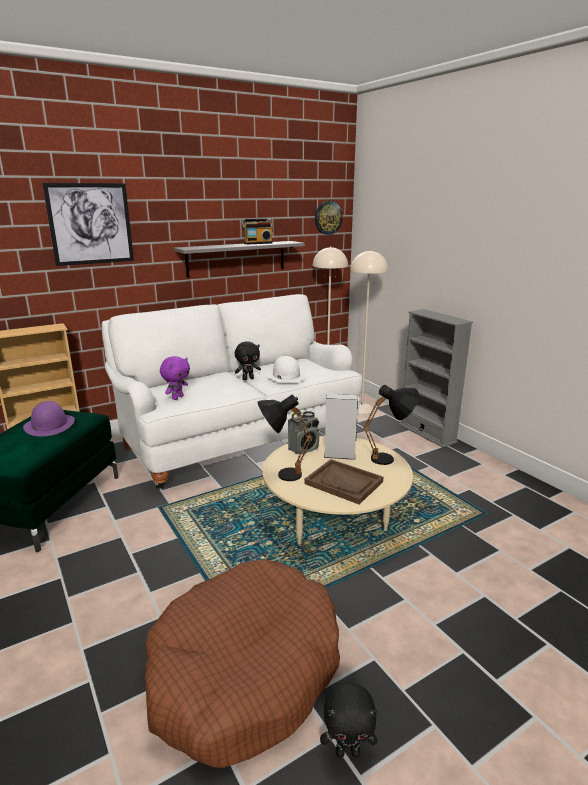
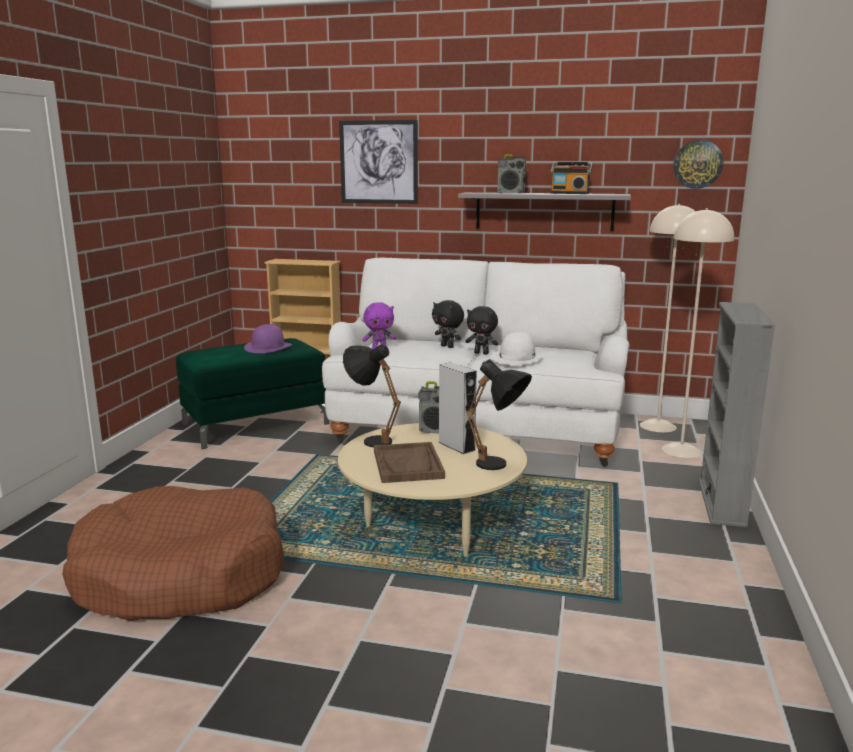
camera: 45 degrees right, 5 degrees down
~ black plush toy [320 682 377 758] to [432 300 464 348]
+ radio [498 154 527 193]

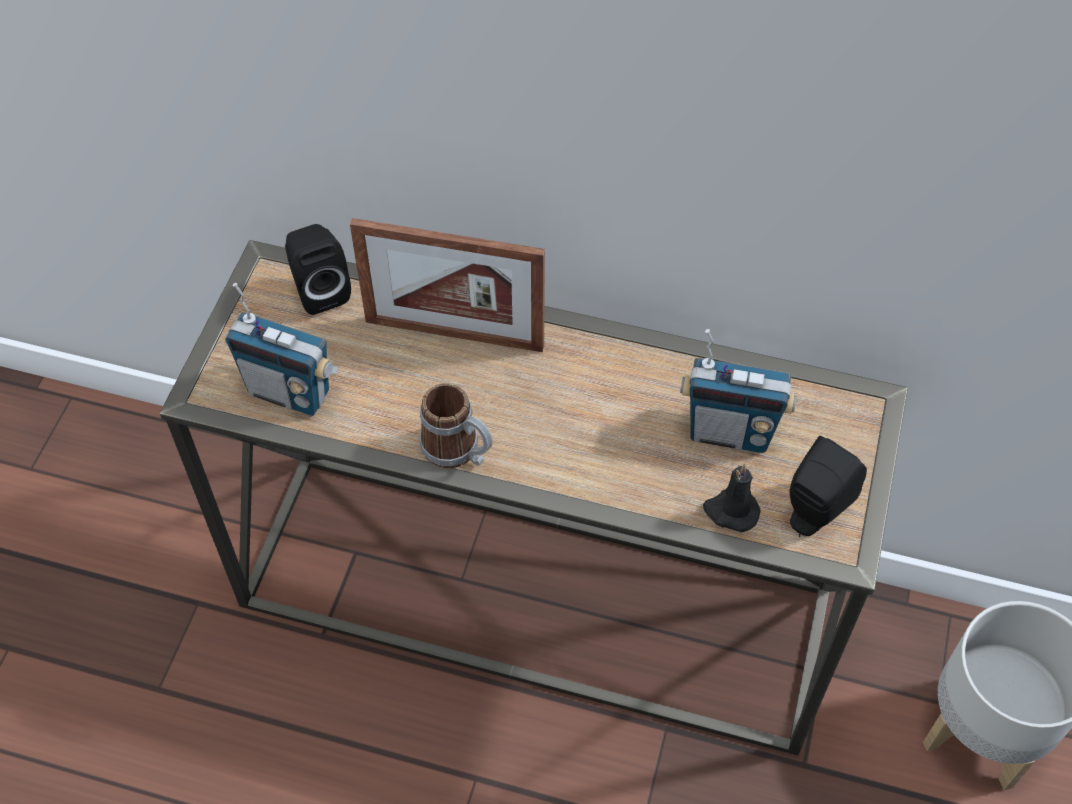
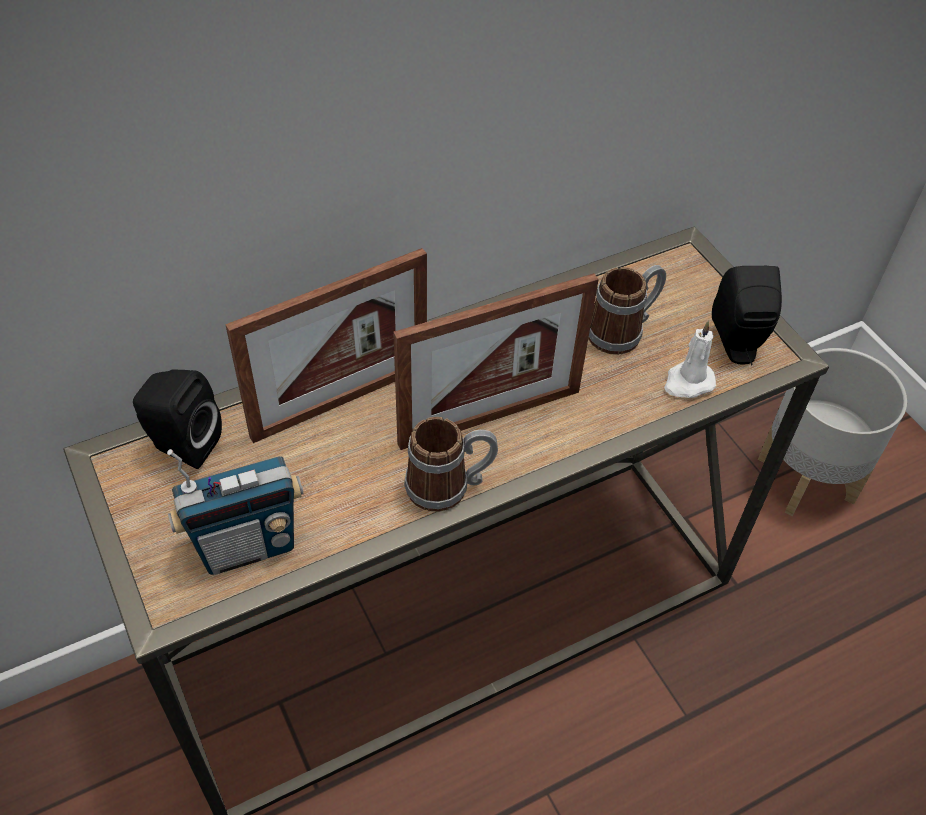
camera: 45 degrees left, 5 degrees down
+ picture frame [393 273 599 450]
~ radio [680 329 797 453] to mug [588 265 666 355]
~ black candle [703 464 760 532] to white candle [664 321 716 398]

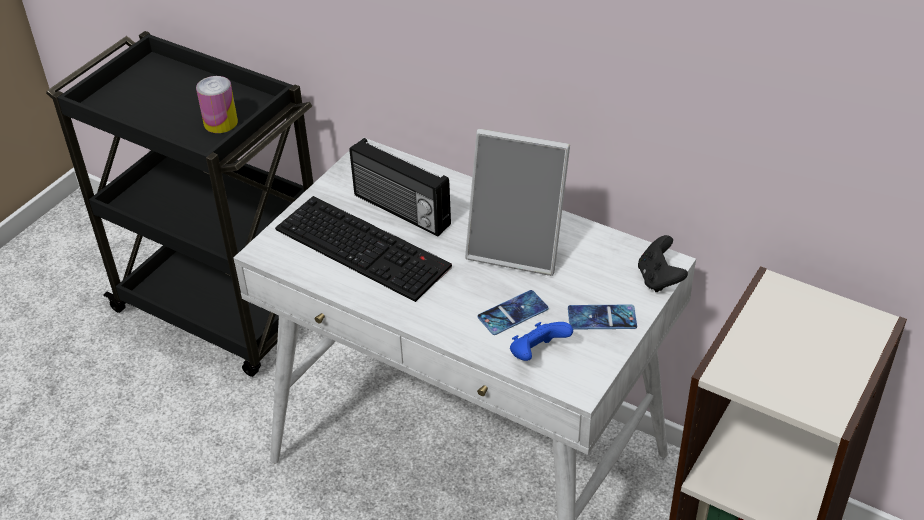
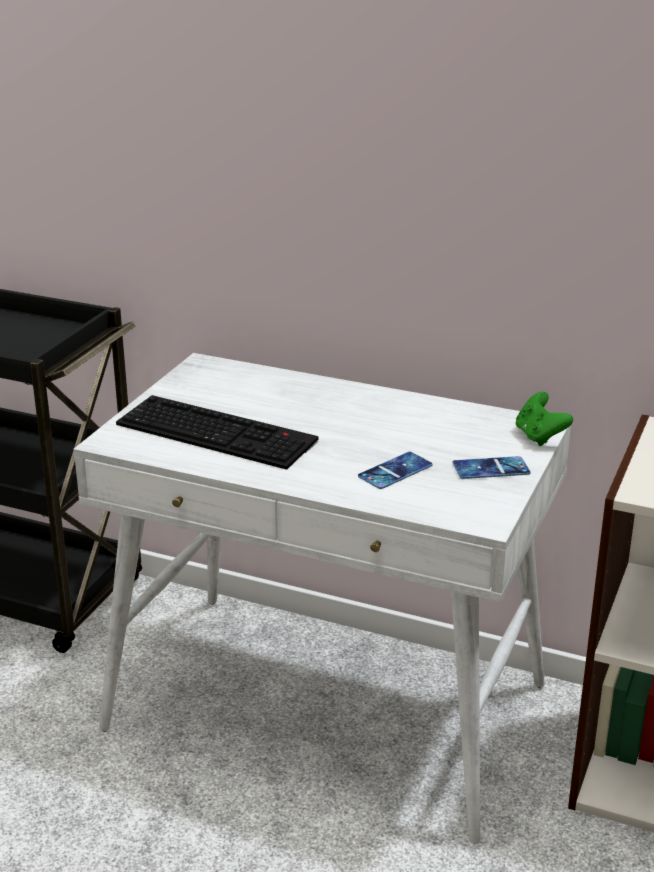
camera: 10 degrees left, 15 degrees down
~ black game controller [638 235 688 292] to green game controller [516 392 573 446]
- can [196 76 238 133]
- radio [349 138 451 237]
- picture frame [465 129 570 276]
- blue game controller [510 322 573 361]

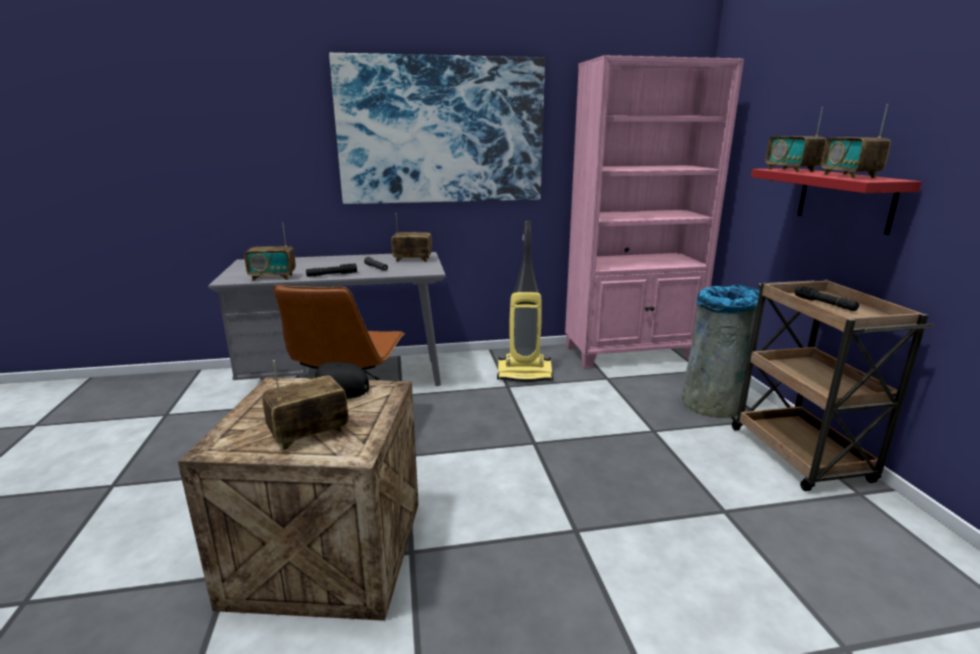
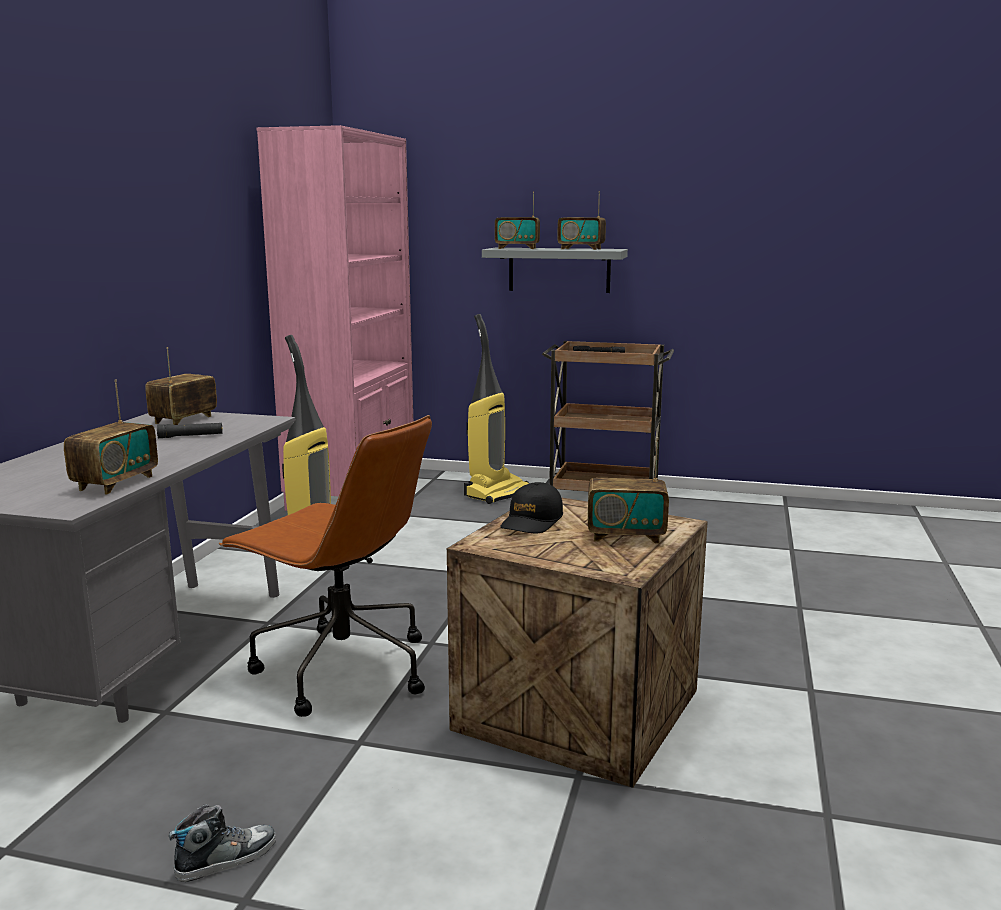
camera: 65 degrees left, 5 degrees down
+ shoe [169 804 276 882]
~ grey trash can [682 285 760 418] to vacuum cleaner [464 314 530 504]
~ red shelf [751 168 922 235] to grey shelf [482 248 628 293]
~ radio [262 360 349 450] = [588 438 669 544] 75 degrees counterclockwise
- black flashlight [306 263 357 277]
- picture [329 53 545 204]

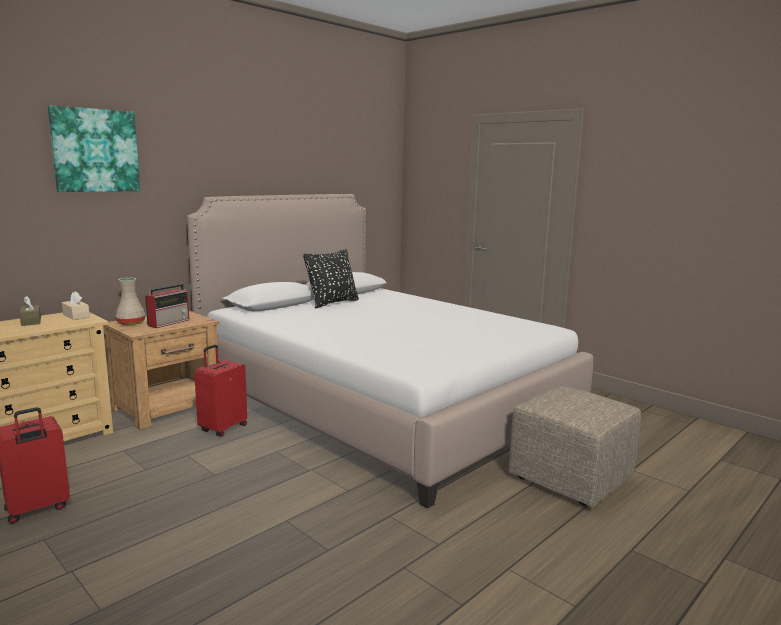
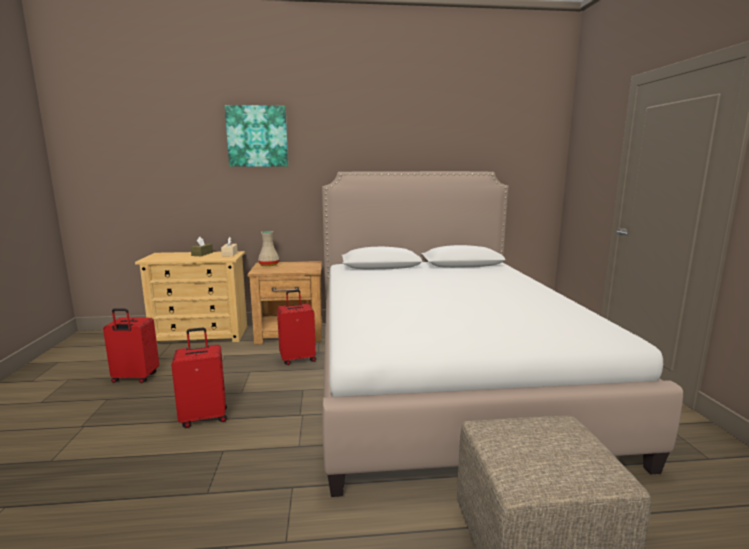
camera: 40 degrees right, 0 degrees up
+ red suitcase [171 328 227 428]
- radio [145 284 189 328]
- black pillow [303 249 359 308]

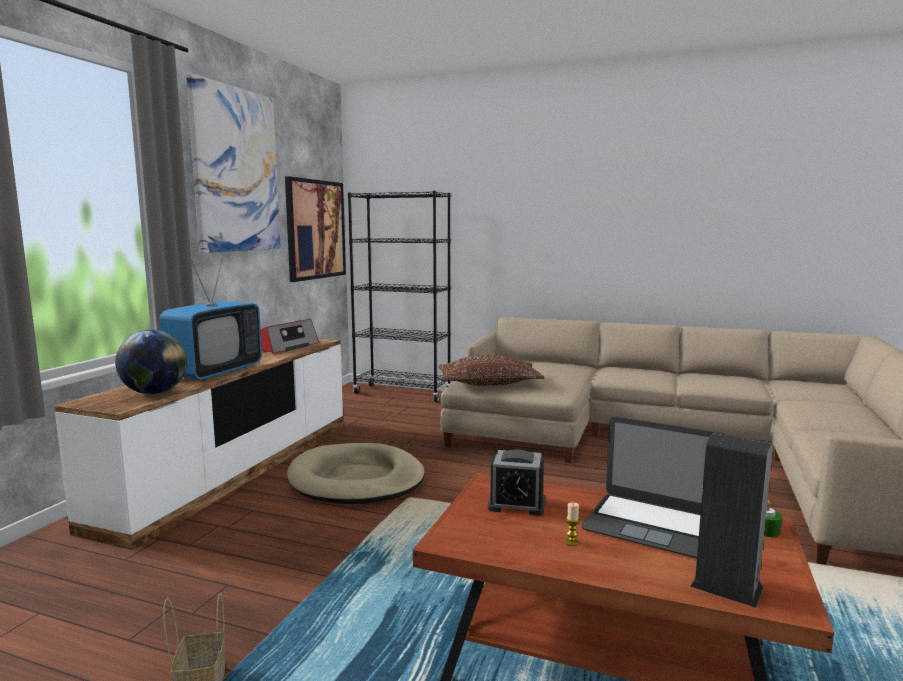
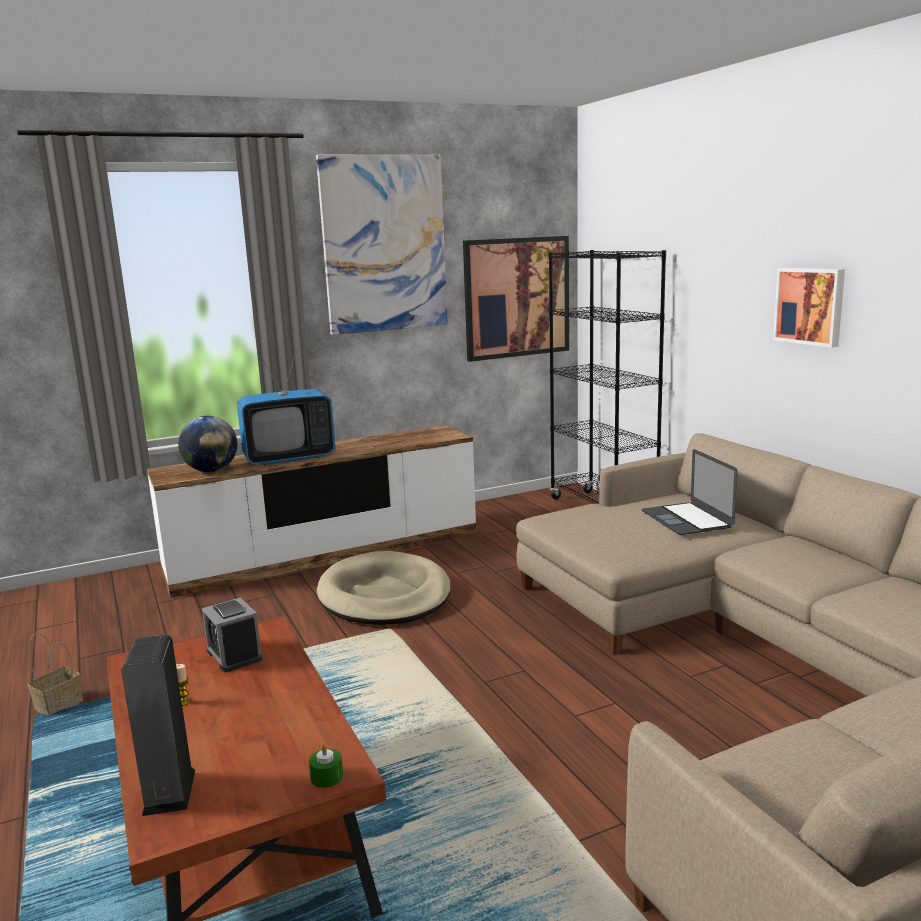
camera: 45 degrees right, 5 degrees up
~ laptop [581 417 724 558] to [641 449 737 535]
+ picture [773 268 845 348]
- radio [261 319 319 353]
- brown pillow [438 355 545 386]

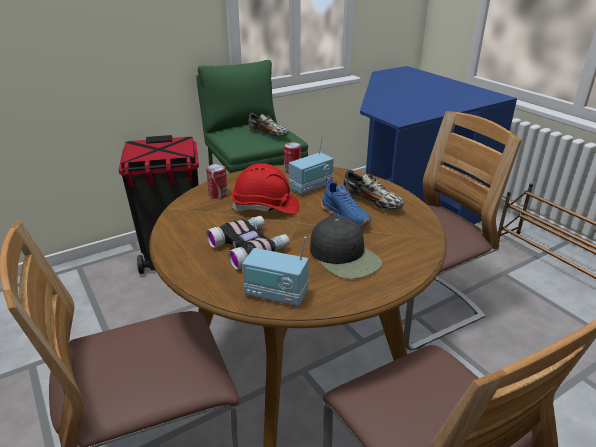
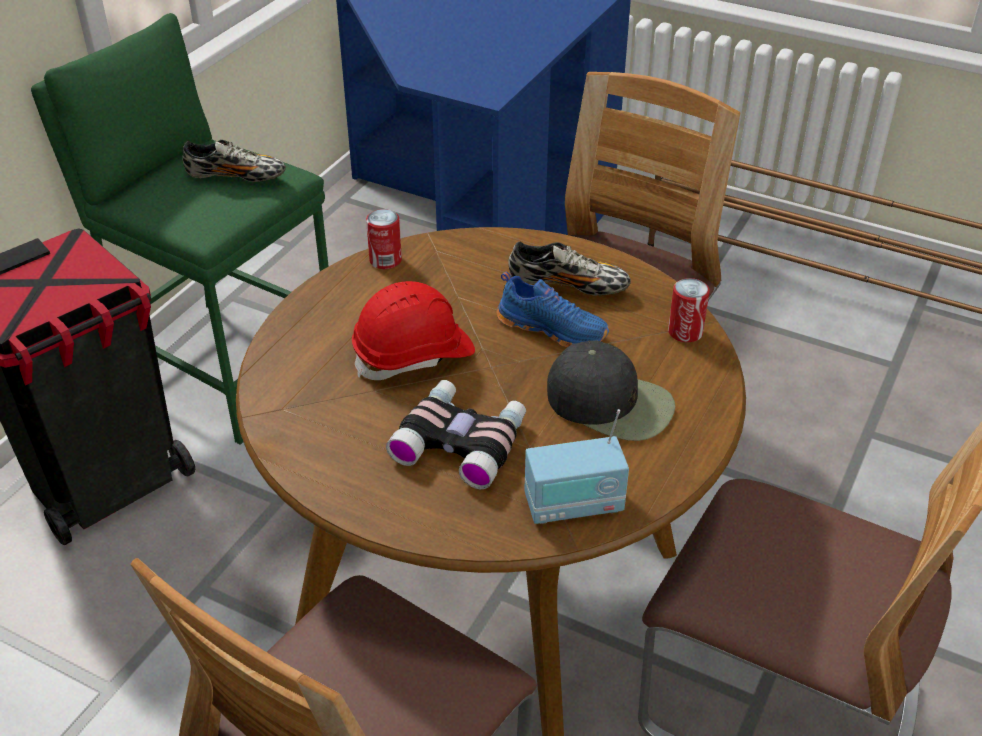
camera: 30 degrees left, 10 degrees up
~ can [206 164 228 199] to [668 278 710 342]
- radio [289 135 334 195]

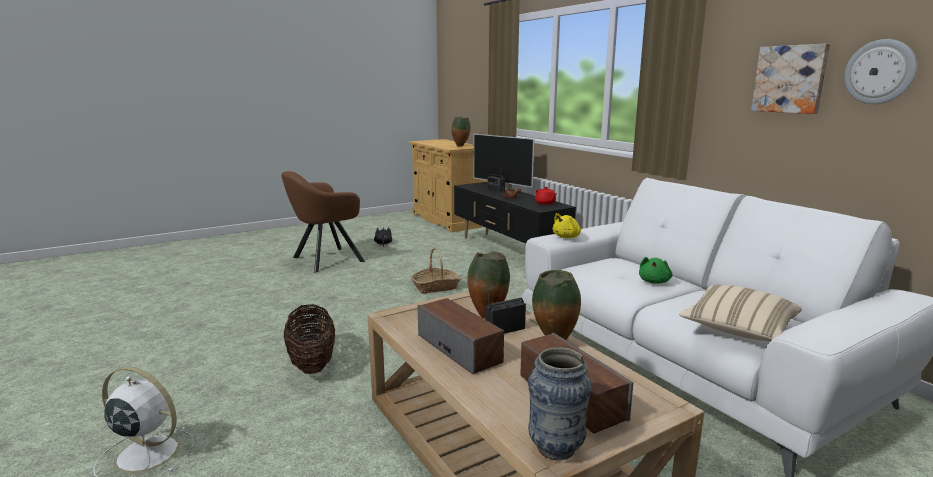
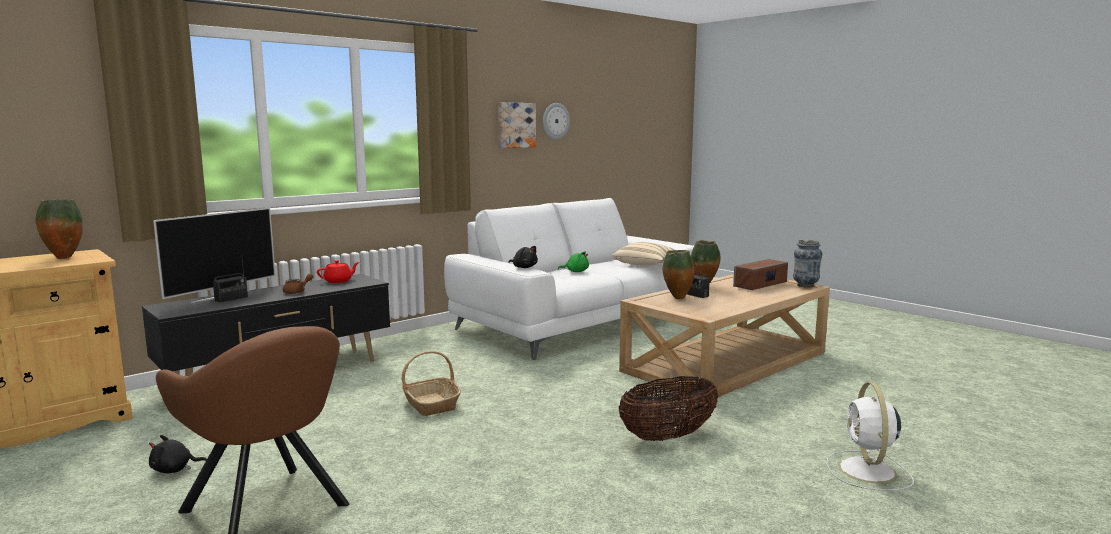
camera: 100 degrees left, 5 degrees down
~ yellow plush toy [553 213 581 238] to black plush toy [509 246 538 268]
- speaker [418 298 504 374]

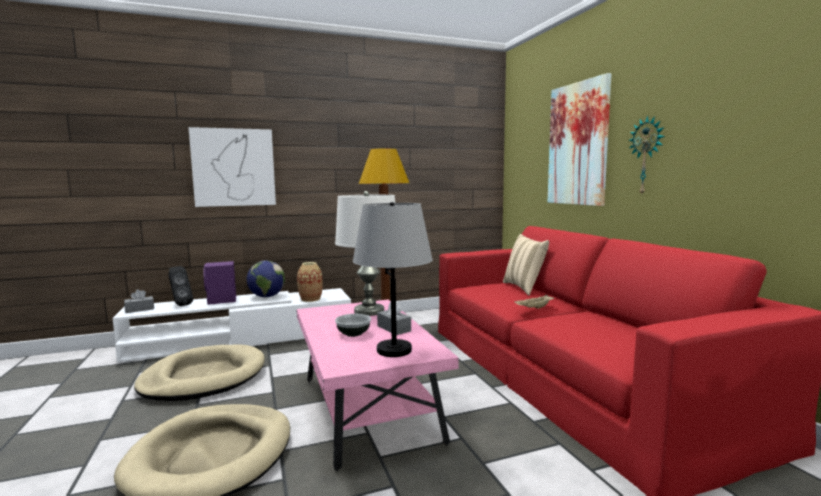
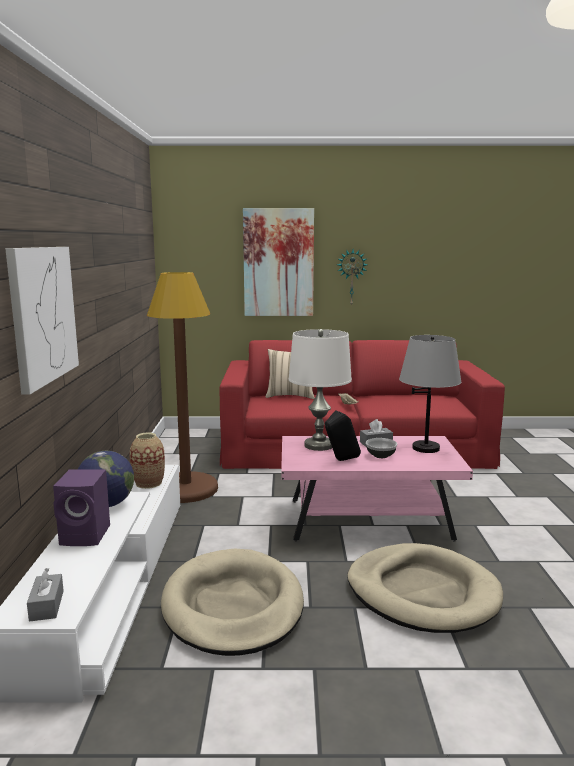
camera: 70 degrees left, 5 degrees up
~ black speaker [169 266 193 306] to [325 410 361 461]

